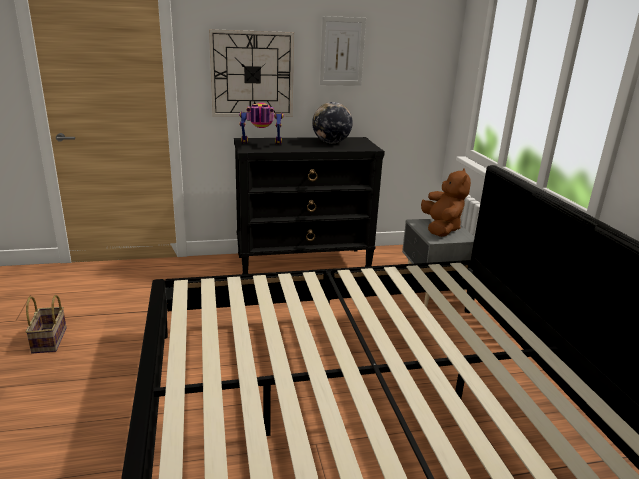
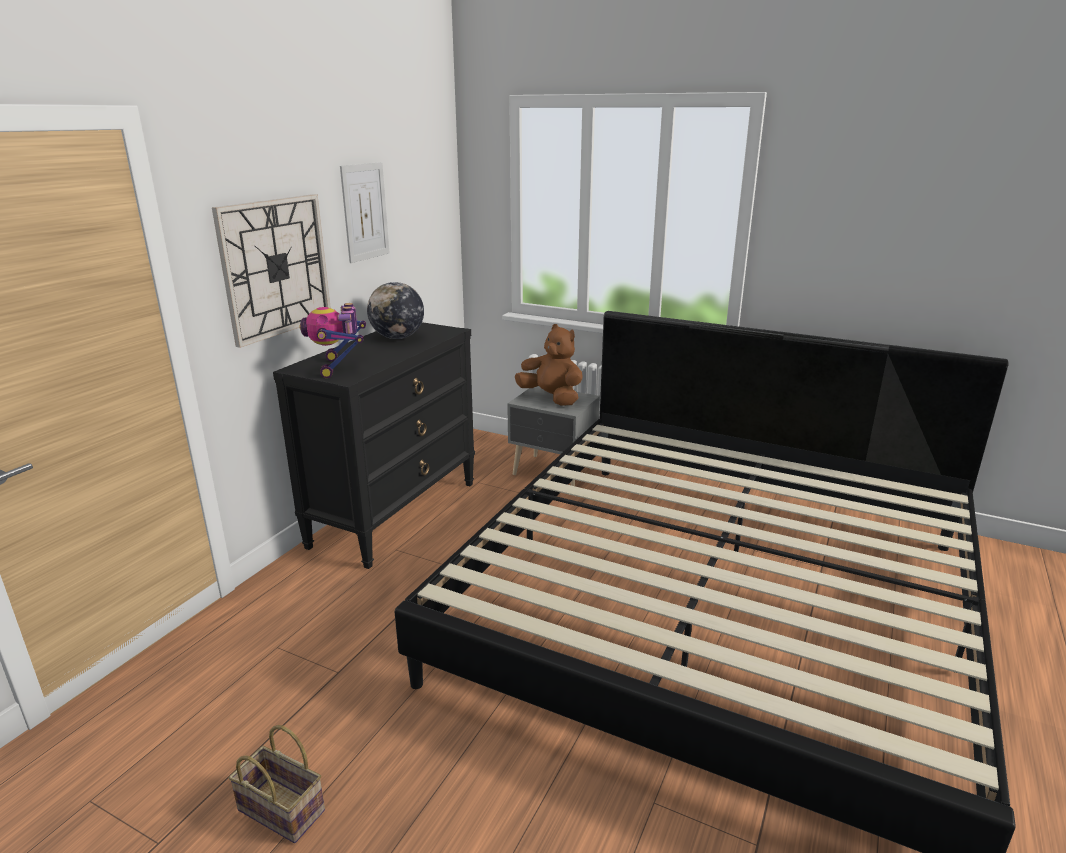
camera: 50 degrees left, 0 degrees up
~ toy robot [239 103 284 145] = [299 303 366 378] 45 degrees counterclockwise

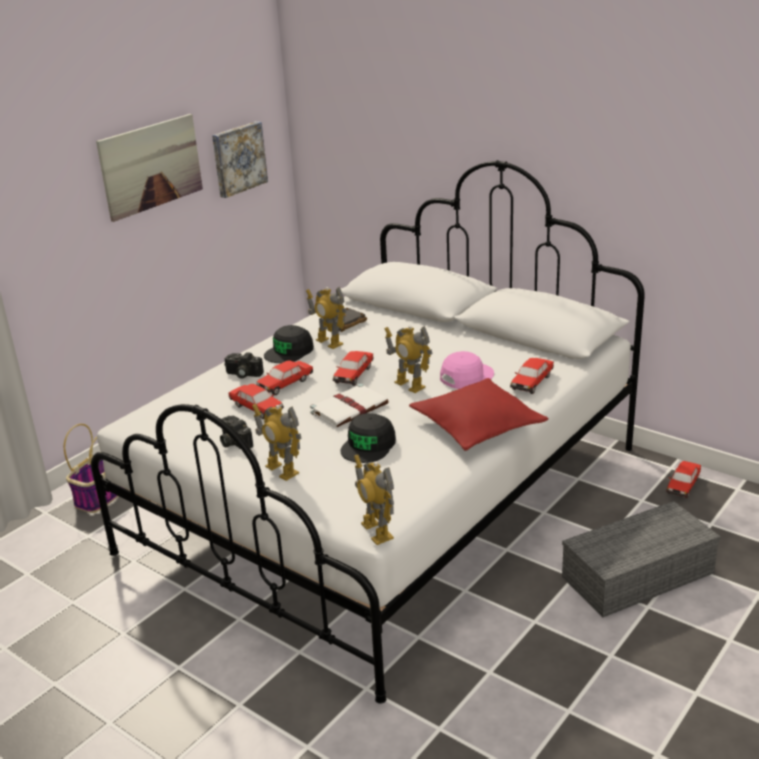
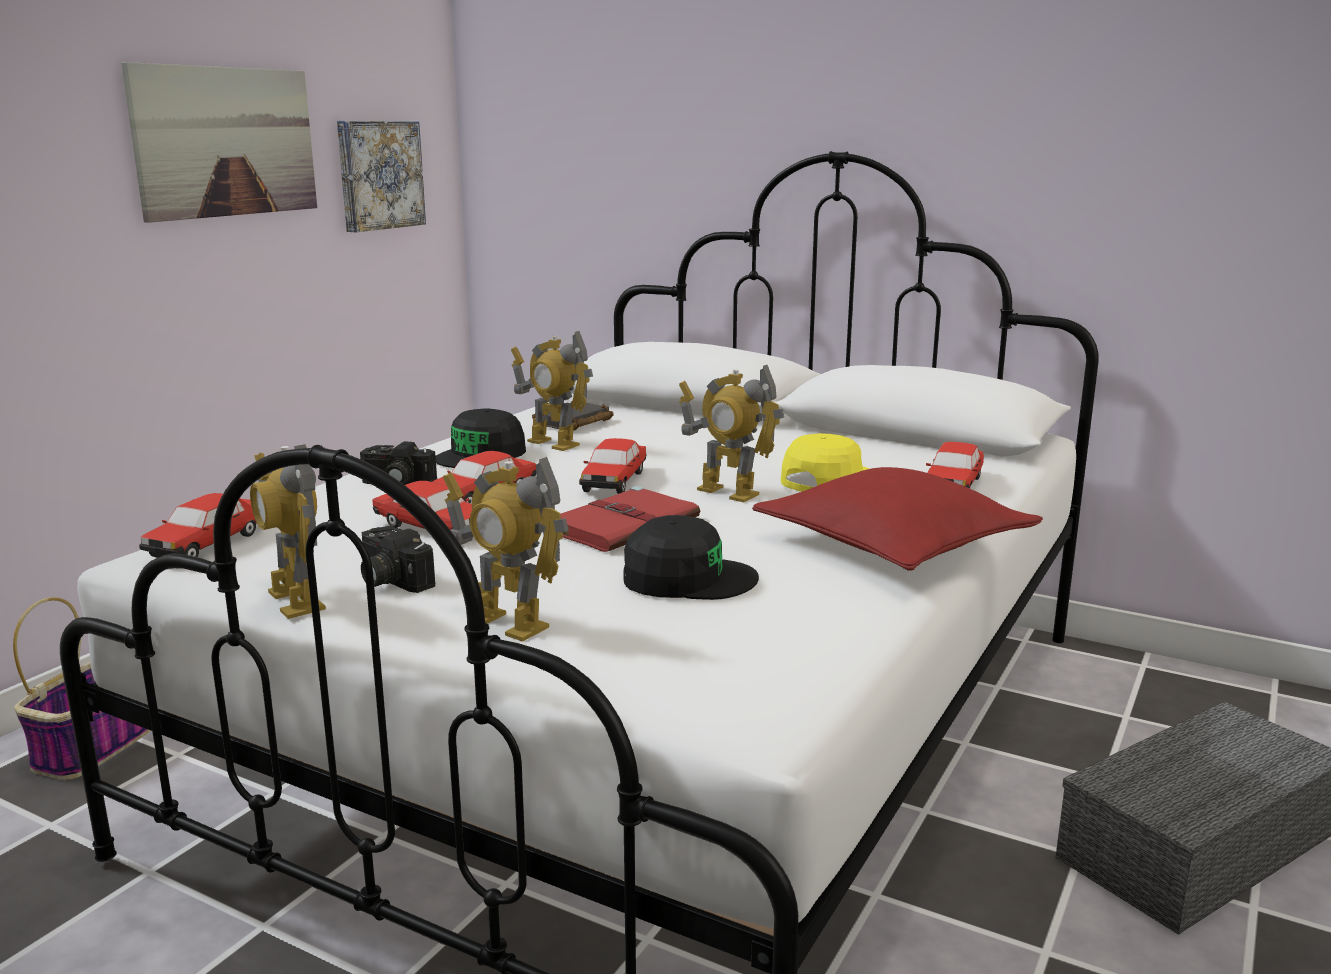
camera: 10 degrees left, 10 degrees down
~ toy car [666 461 701 498] to [139 493 257 558]
~ toy robot [354 455 394 545] to [250 444 326 619]
~ white book [310 383 389 427] to red book [560 486 700 552]
~ black cap [341 413 396 463] = [624 515 759 600] 105 degrees counterclockwise
~ pink cap [440 351 494 389] to yellow cap [781 433 869 492]

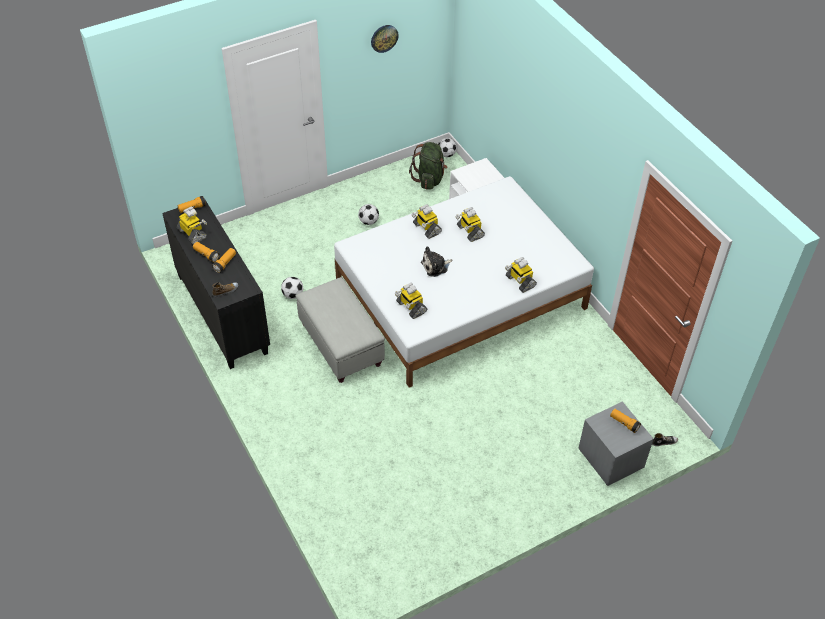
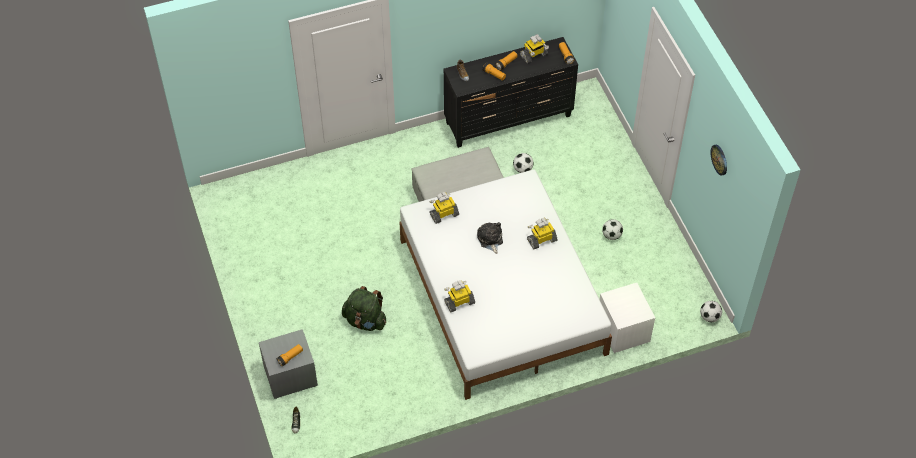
camera: 100 degrees right, 5 degrees up
~ green backpack [409 142 448 190] to [342 286 386 331]
- toy robot [455 207 485 242]

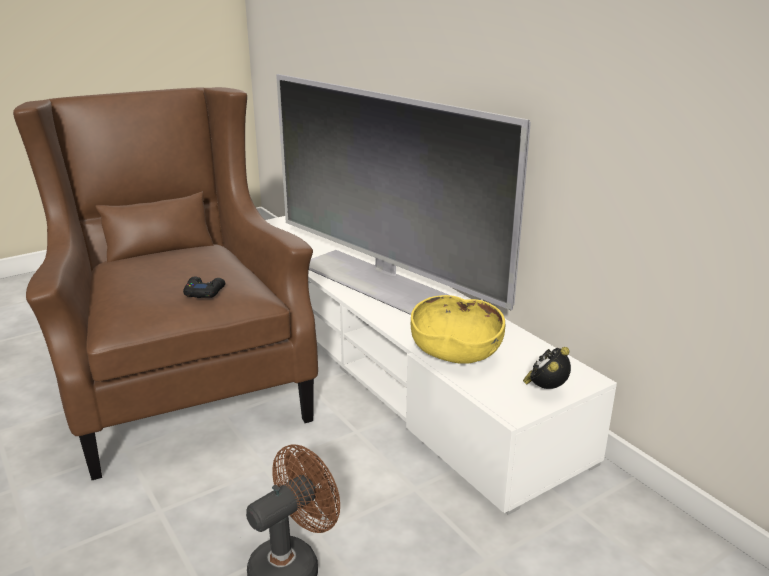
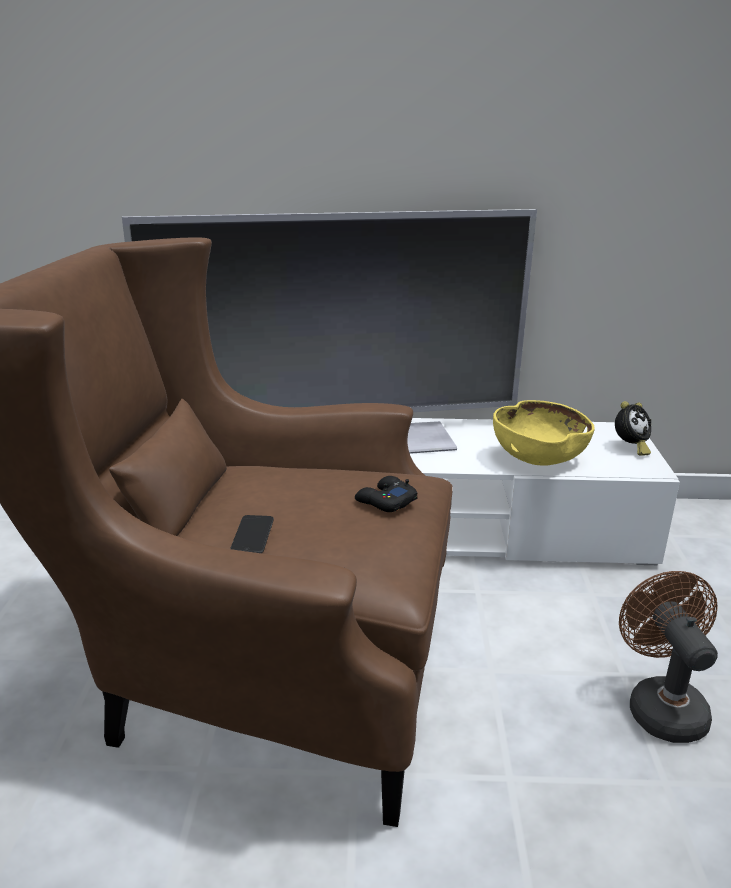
camera: 55 degrees left, 0 degrees up
+ phone [230 515 274 553]
~ alarm clock [523 347 571 389] = [615 401 651 456] 105 degrees counterclockwise

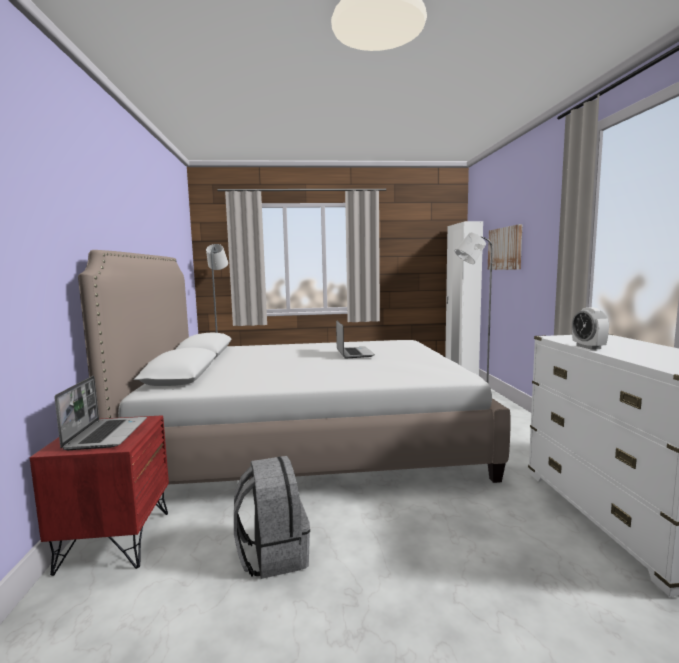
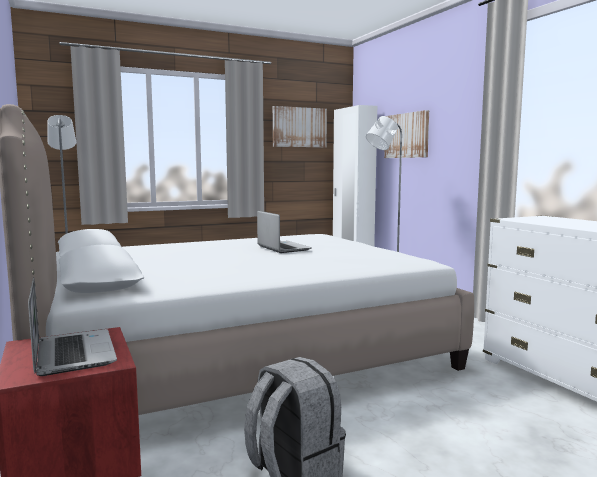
camera: 20 degrees left, 0 degrees up
+ picture [273 106 327 148]
- alarm clock [572 307 609 350]

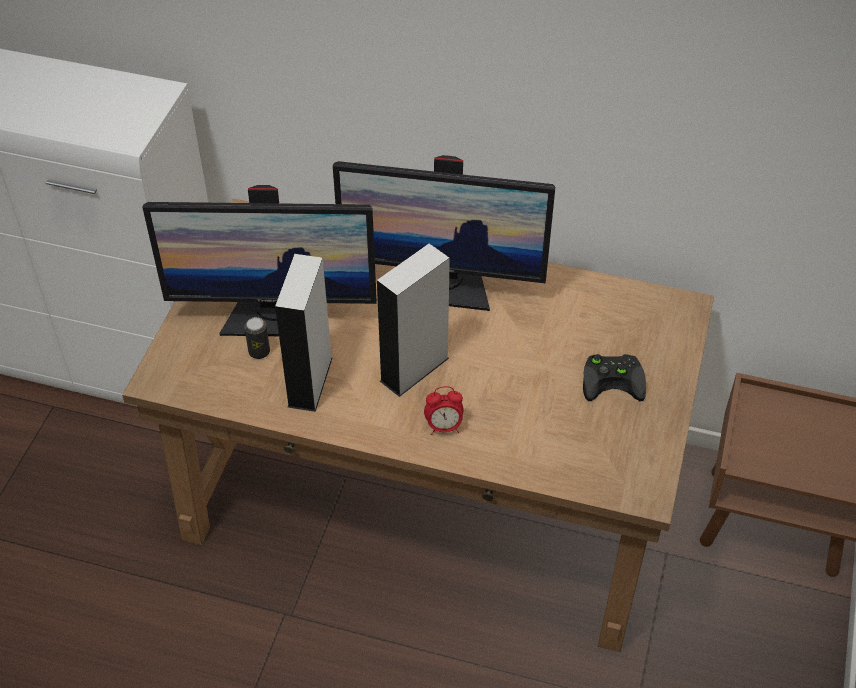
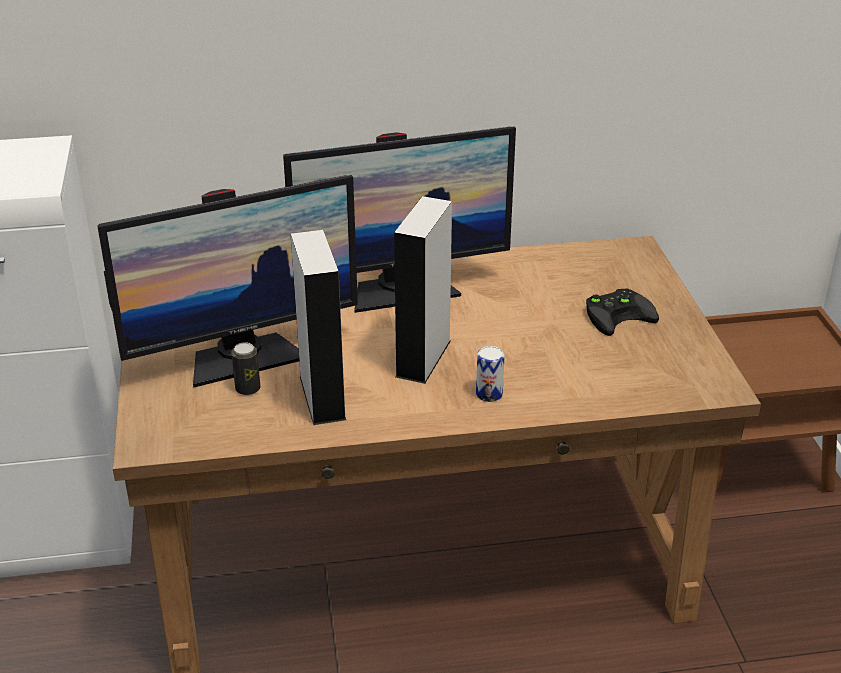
camera: 25 degrees left, 15 degrees down
~ alarm clock [424 386 463 435] to can [476 346 505 402]

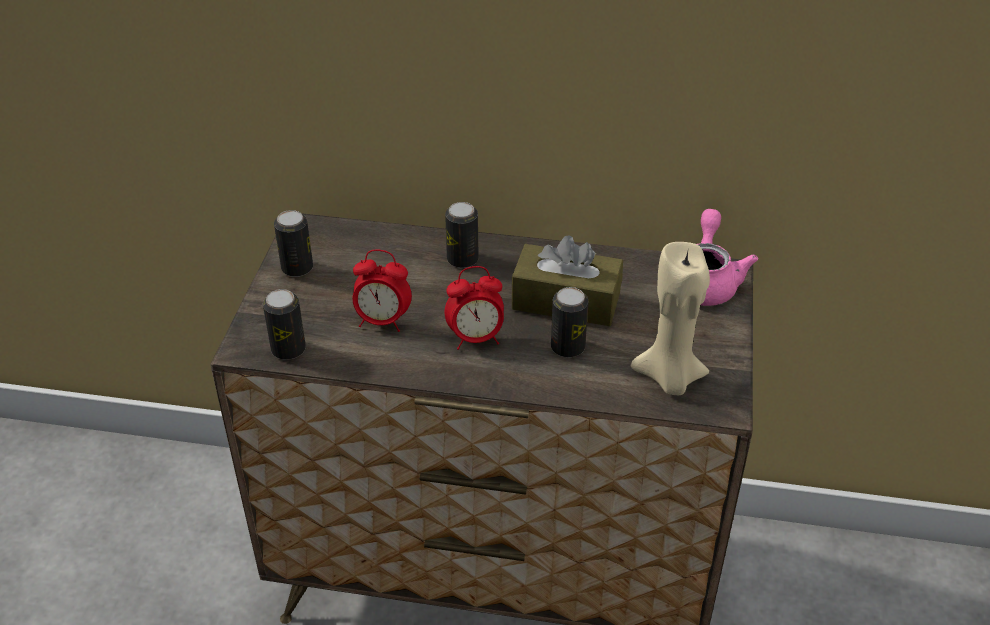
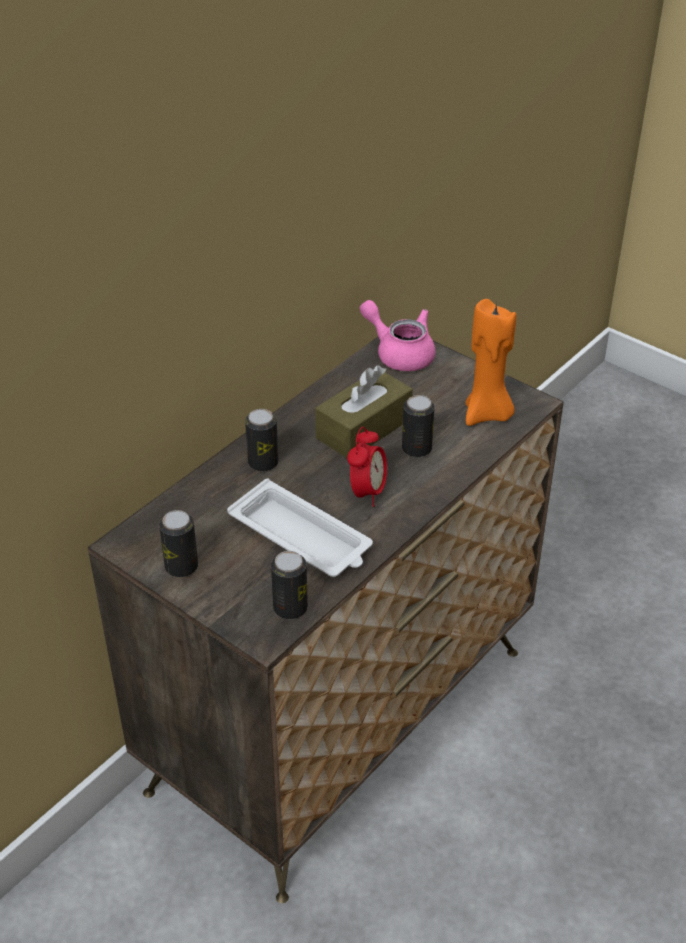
camera: 60 degrees left, 0 degrees up
~ alarm clock [353 250 412 332] to white tray [227 478 373 577]
~ beige candle [631 242 710 395] to orange candle [465 299 516 426]

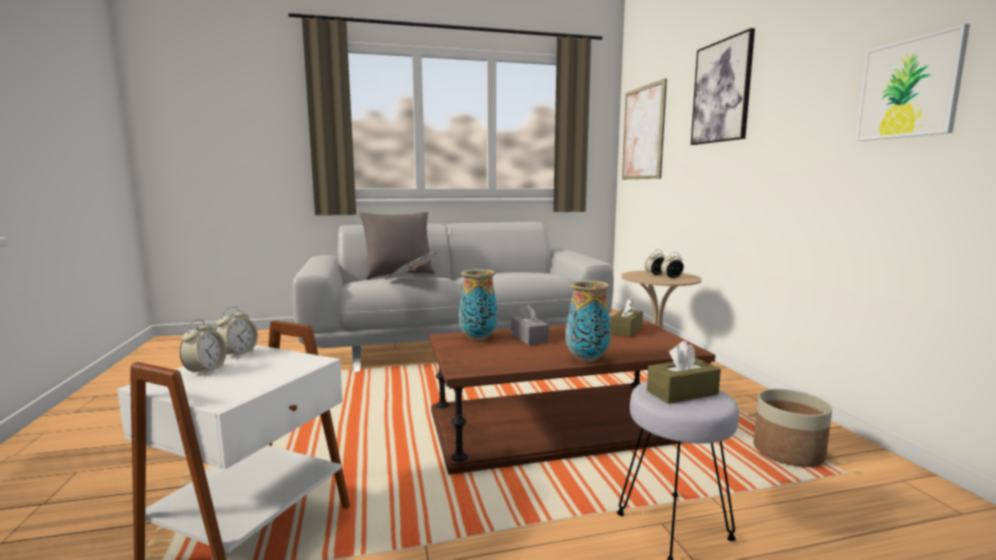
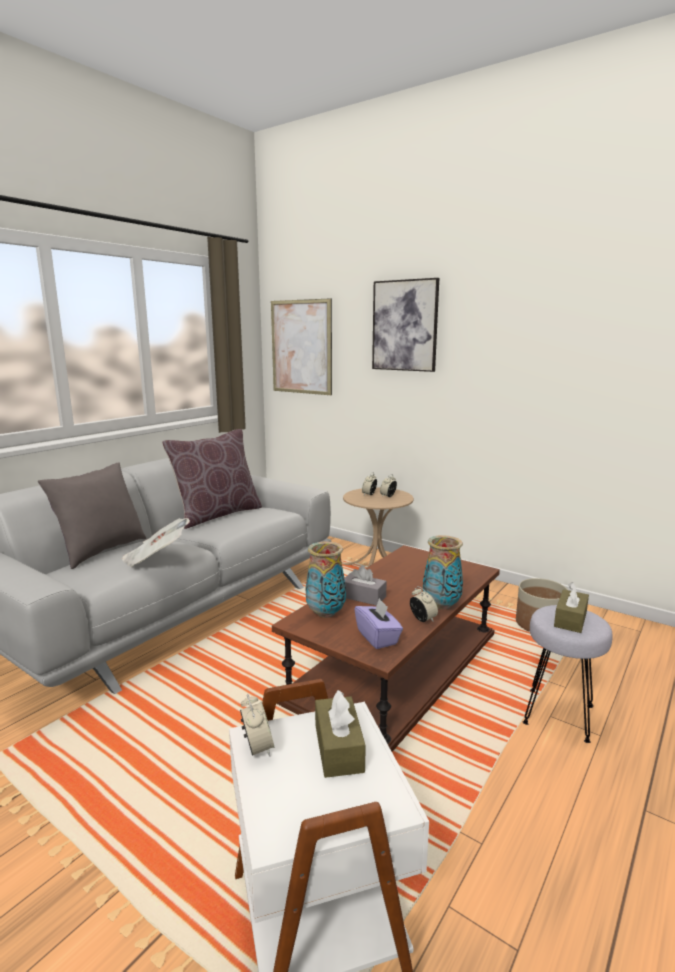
camera: 40 degrees left, 5 degrees up
+ brown pillow [162 429 262 529]
~ brown tissue box [610 298 643 337] to [315 690 366 778]
+ purple tissue box [355 598 403 649]
~ alarm clock [180 319 227 376] to [410 586 438 622]
- picture [855 24 970 141]

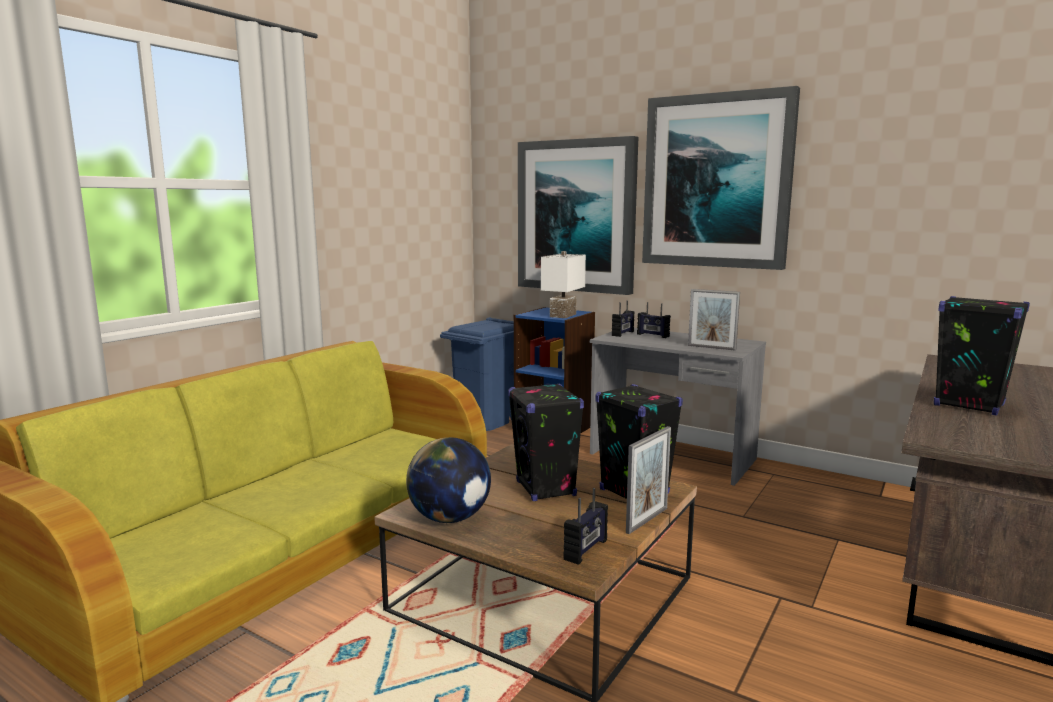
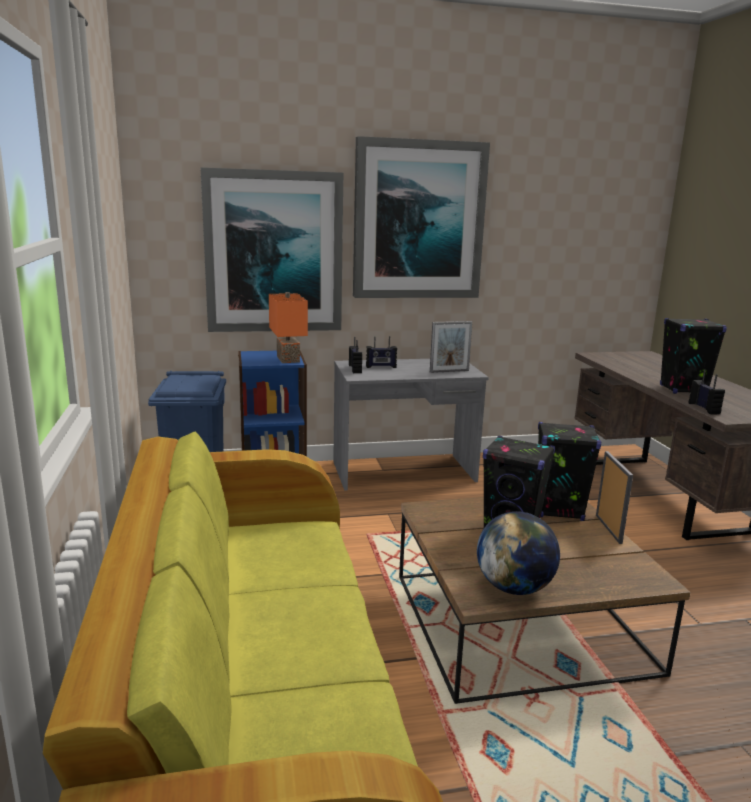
camera: 45 degrees left, 5 degrees up
~ white table lamp [541 251 586 318] to orange table lamp [269 292 308 363]
~ radio [564 488 608 565] to [689 370 725 415]

